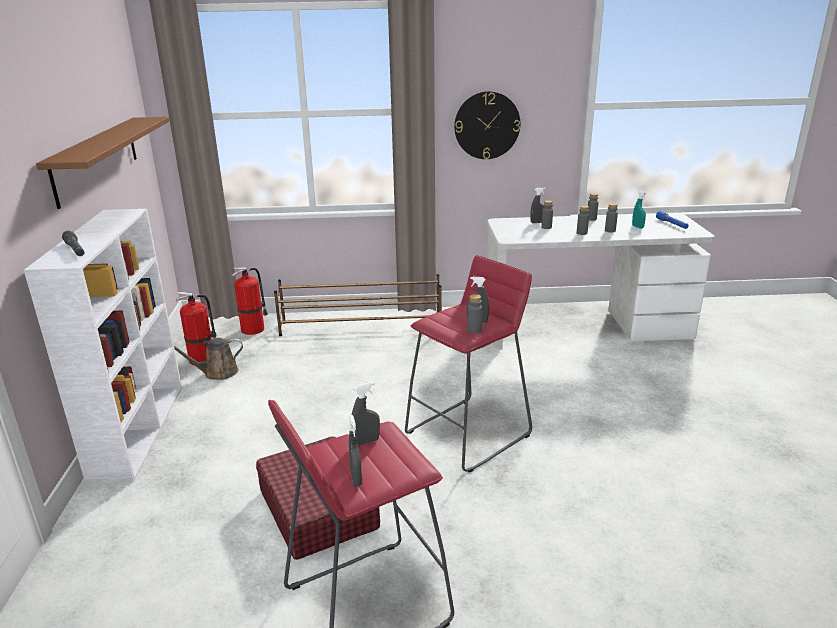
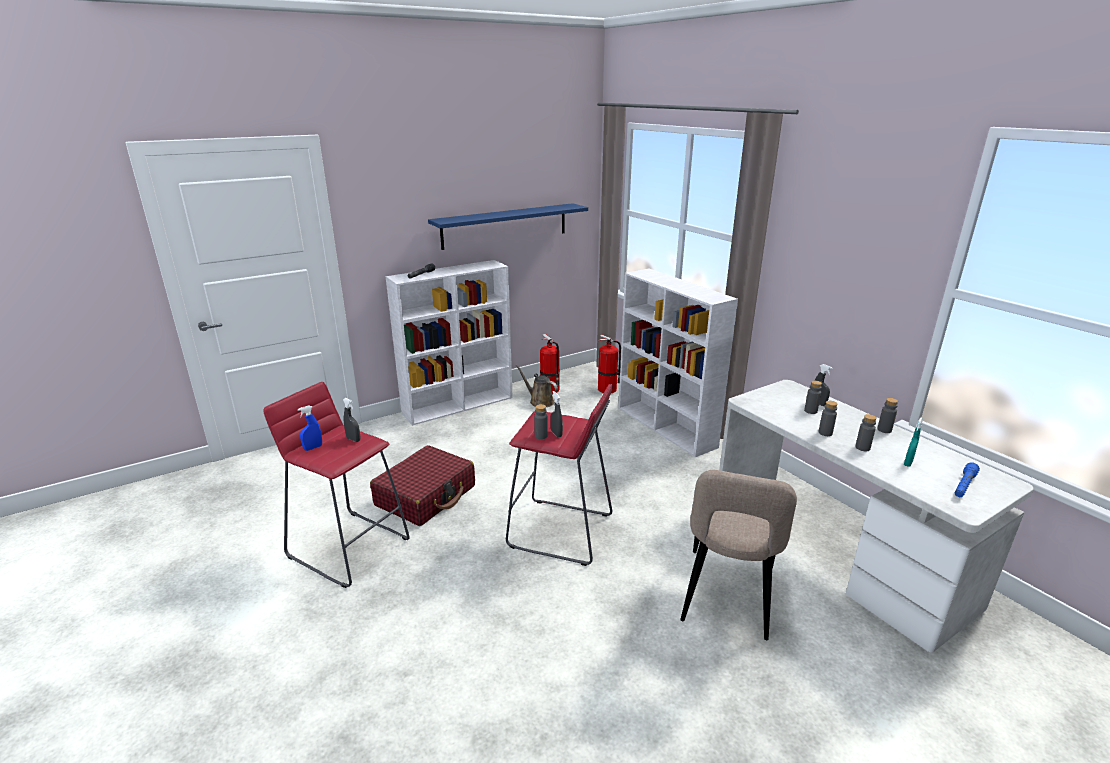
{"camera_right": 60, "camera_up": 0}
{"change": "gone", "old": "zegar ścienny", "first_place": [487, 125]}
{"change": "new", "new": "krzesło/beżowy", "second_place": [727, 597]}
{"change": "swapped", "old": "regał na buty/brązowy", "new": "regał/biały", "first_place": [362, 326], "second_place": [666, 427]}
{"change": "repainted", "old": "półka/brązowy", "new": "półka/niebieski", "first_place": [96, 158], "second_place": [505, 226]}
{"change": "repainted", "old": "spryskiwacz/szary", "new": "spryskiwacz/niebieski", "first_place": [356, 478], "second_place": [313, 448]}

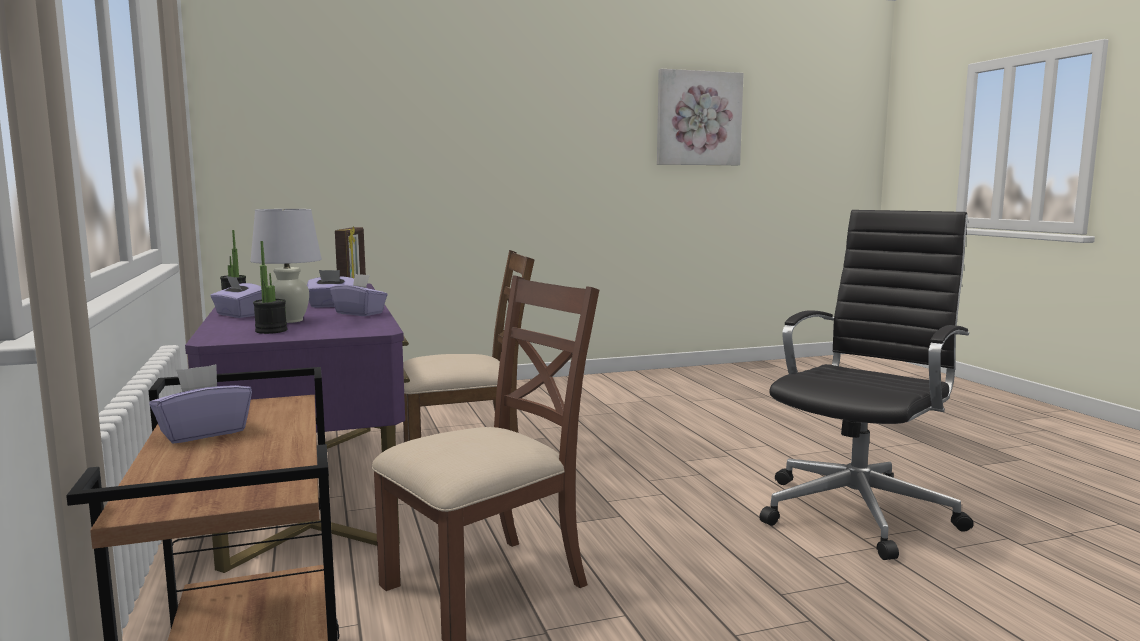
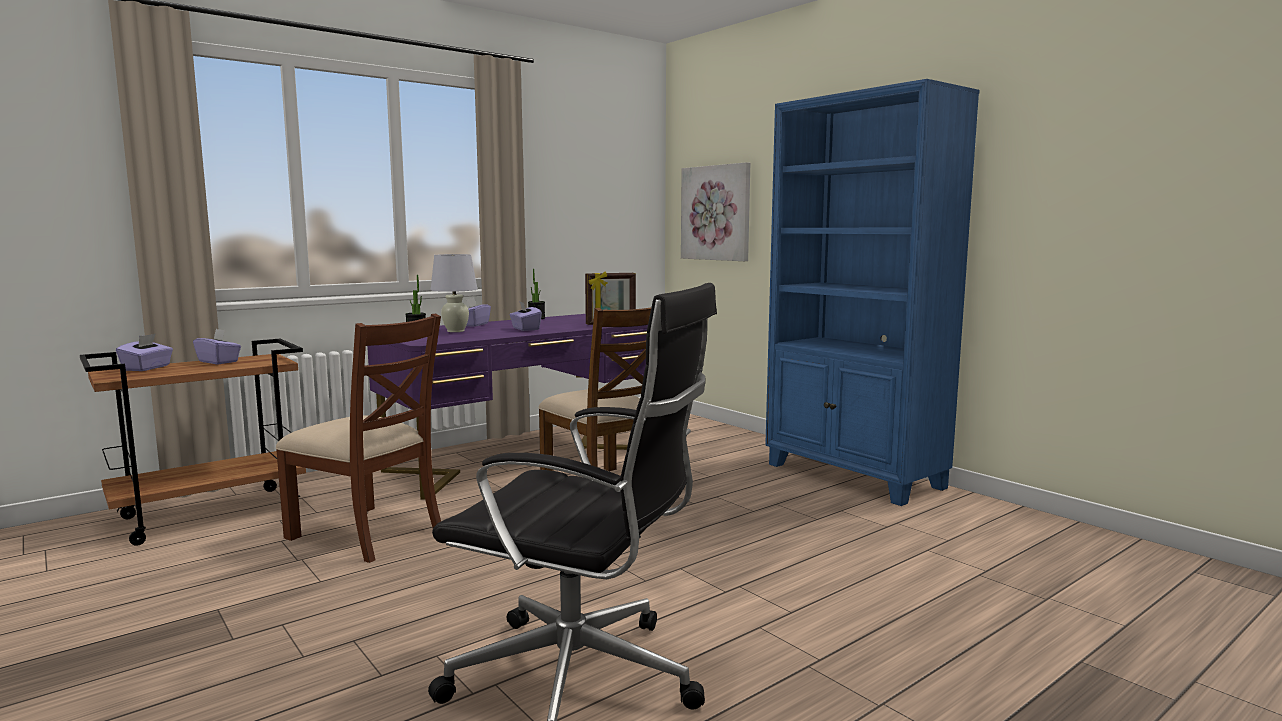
{"camera_right": 70, "camera_up": 0}
{"change": "new", "new": "regał/niebieski", "second_place": [854, 476]}
{"change": "shifted", "old": "pudełko chusteczek/fioletowy", "first_place": [360, 313], "second_place": [147, 368]}
{"change": "shifted", "old": "obraz", "first_place": [698, 118], "second_place": [716, 213]}

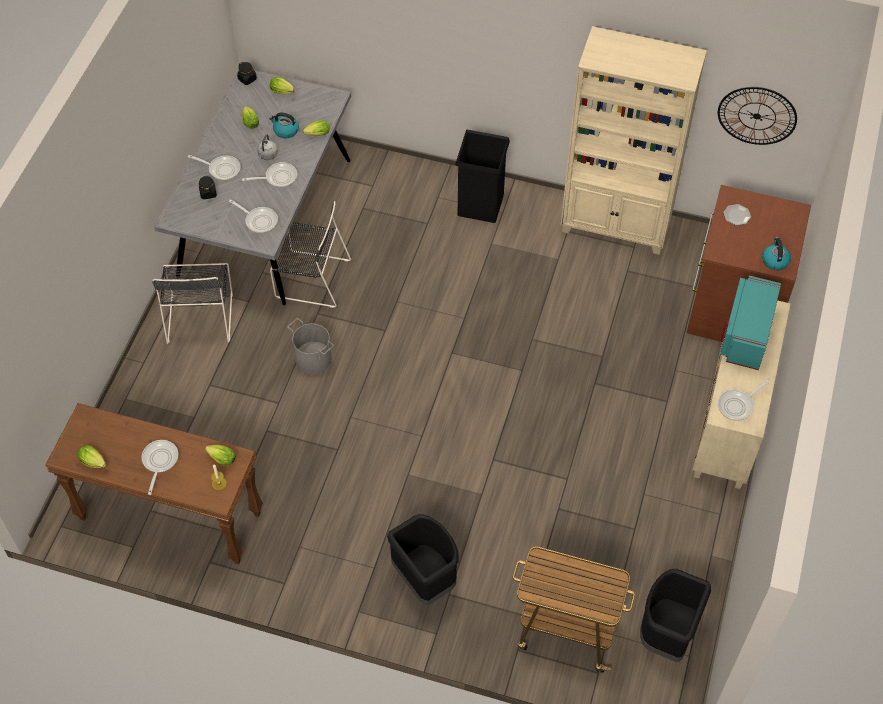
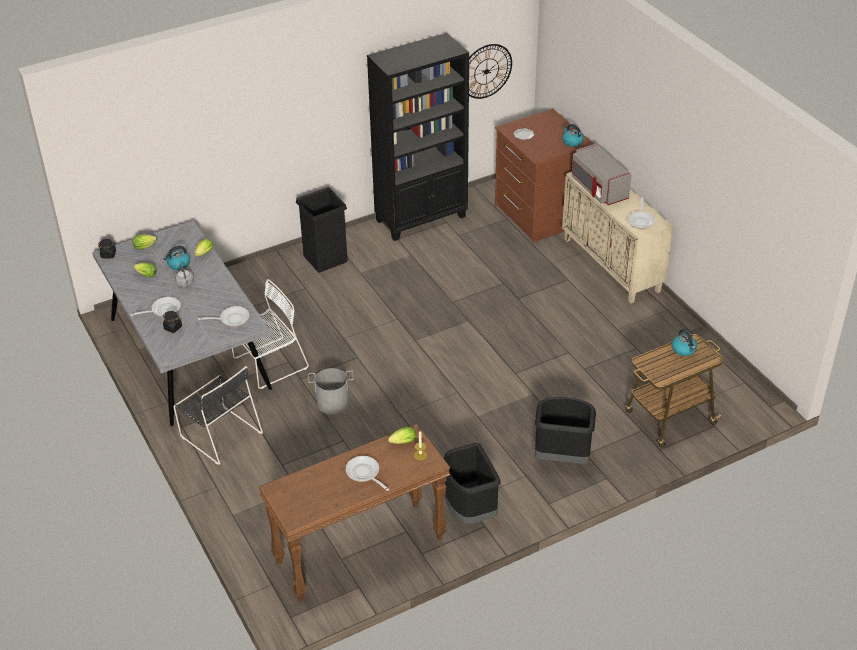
{"camera_right": -45, "camera_up": -15}
{"change": "gone", "old": "sałata", "first_place": [94, 462]}
{"change": "gone", "old": "patelnia", "first_place": [278, 177]}
{"change": "new", "new": "czajnik", "second_place": [684, 349]}
{"change": "shifted", "old": "kosz na śmieci/czarny", "first_place": [666, 633], "second_place": [469, 511]}
{"change": "repainted", "old": "krzesło/czarny", "new": "krzesło/biały", "first_place": [310, 278], "second_place": [268, 364]}
{"change": "repainted", "old": "regał/beżowy", "new": "regał/czarny", "first_place": [616, 226], "second_place": [422, 219]}
{"change": "repainted", "old": "mikrofalówka/turkusowy", "new": "mikrofalówka/szary", "first_place": [745, 334], "second_place": [598, 188]}

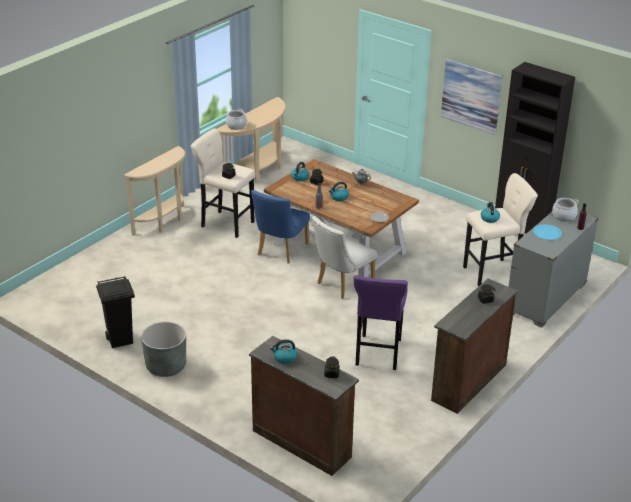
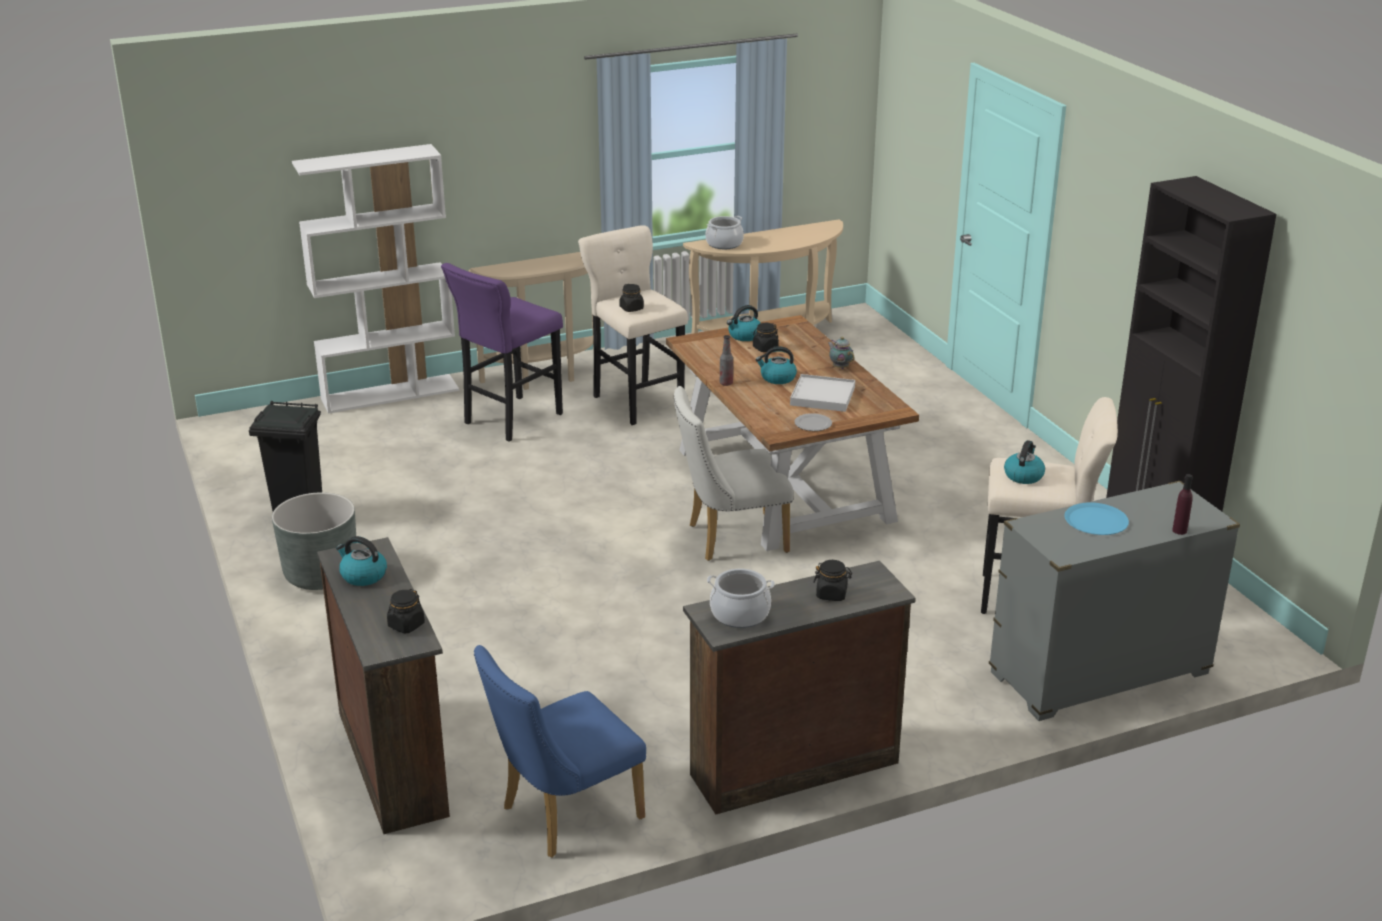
{"camera_right": 30, "camera_up": -5}
{"change": "gone", "old": "obraz", "first_place": [471, 96]}
{"change": "new", "new": "regał/biały", "second_place": [390, 393]}
{"change": "new", "new": "taca/biały", "second_place": [822, 396]}
{"change": "shifted", "old": "krzesło/niebieski", "first_place": [280, 251], "second_place": [563, 816]}
{"change": "shifted", "old": "stołek/fioletowy", "first_place": [378, 354], "second_place": [510, 420]}
{"change": "shifted", "old": "garnek", "first_place": [563, 216], "second_place": [740, 614]}

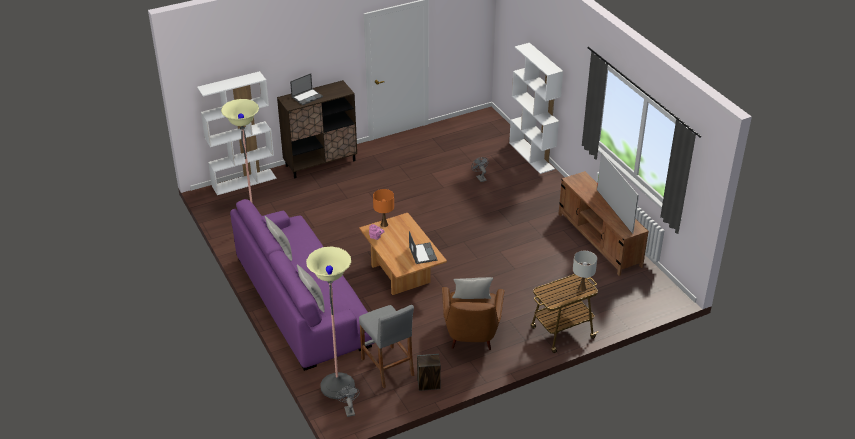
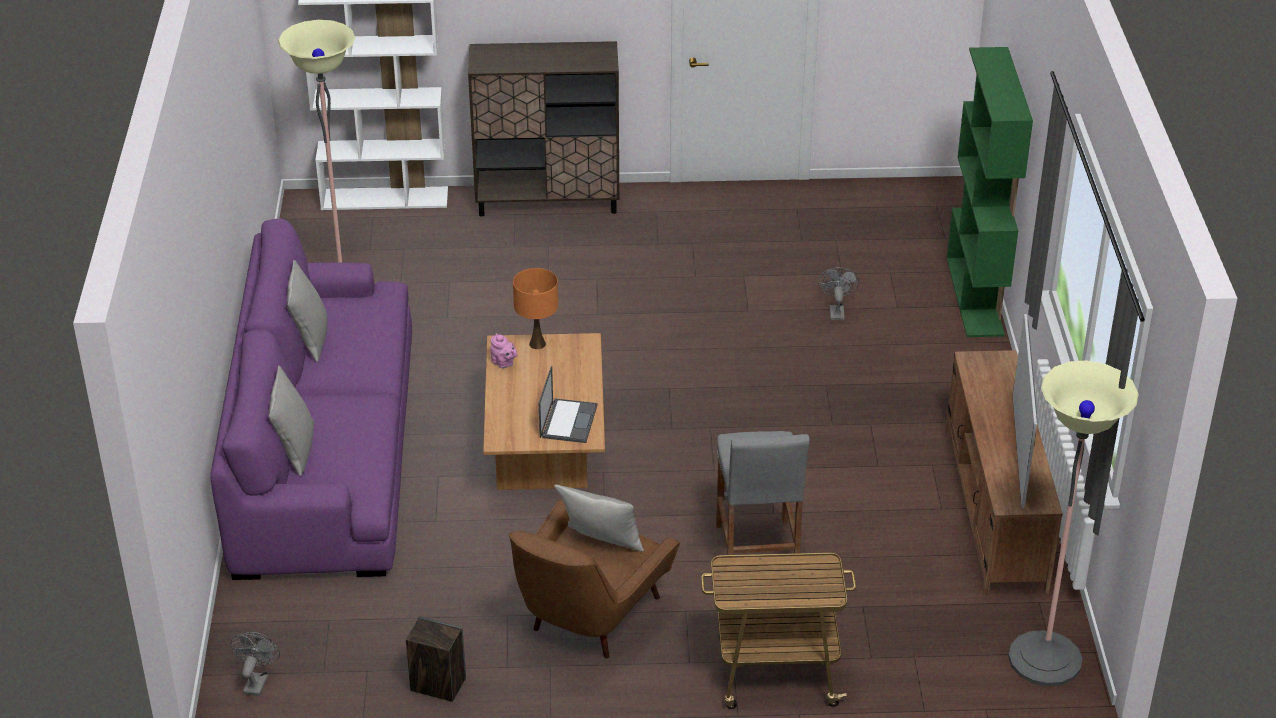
{"camera_right": 25, "camera_up": 0}
{"change": "gone", "old": "laptop", "first_place": [307, 97]}
{"change": "gone", "old": "lampa stołowa/biały", "first_place": [581, 288]}
{"change": "shifted", "old": "lampa stojąca", "first_place": [337, 386], "second_place": [1044, 659]}
{"change": "shifted", "old": "stołek/szary", "first_place": [387, 367], "second_place": [757, 554]}
{"change": "repainted", "old": "regał/biały", "new": "regał/zielony", "first_place": [532, 156], "second_place": [975, 296]}

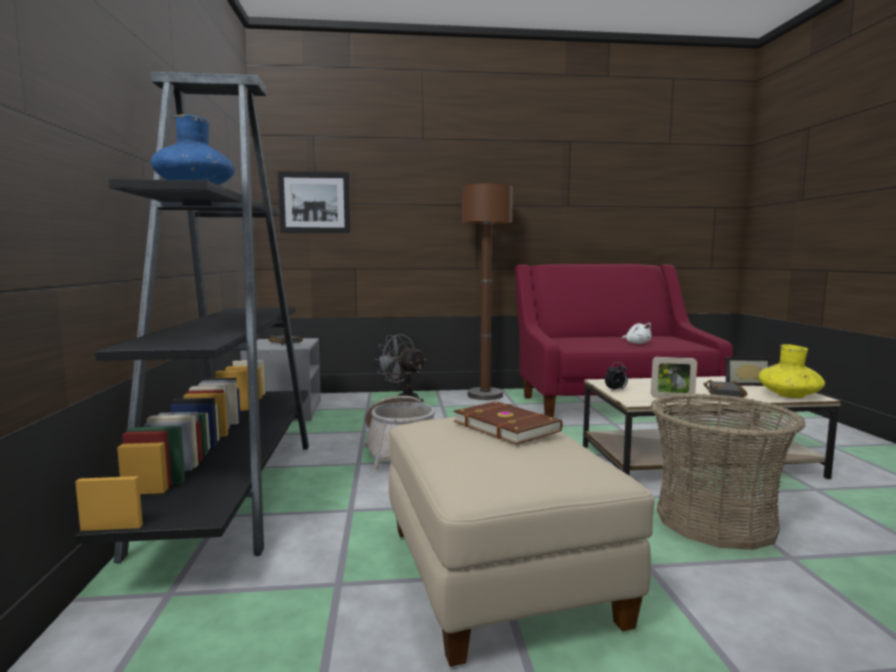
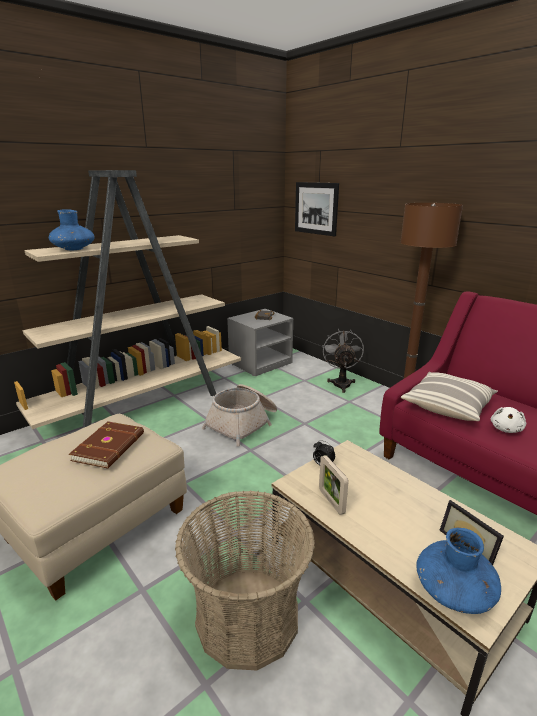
{"camera_right": 55, "camera_up": 15}
{"change": "gone", "old": "książka/czarny", "first_place": [726, 393]}
{"change": "new", "new": "poduszka", "second_place": [447, 406]}
{"change": "repainted", "old": "regał/czarny", "new": "regał/beżowy", "first_place": [234, 489], "second_place": [144, 404]}
{"change": "repainted", "old": "wazon/żółty", "new": "wazon/niebieski", "first_place": [789, 395], "second_place": [454, 591]}

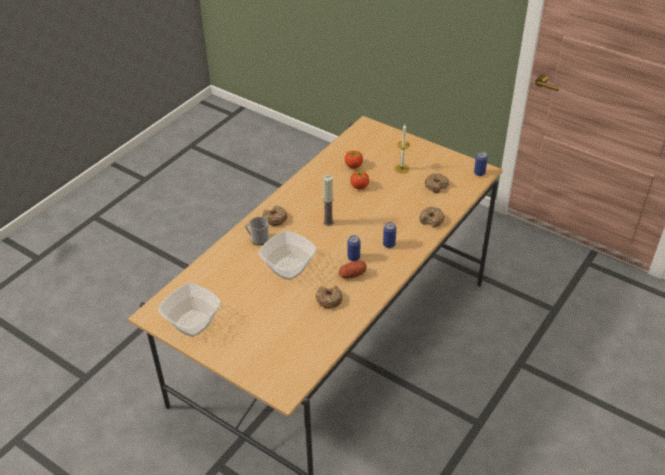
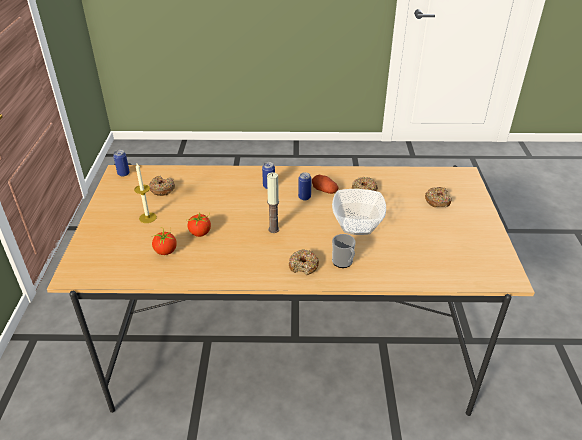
{"camera_right": -125, "camera_up": -5}
{"change": "gone", "old": "miska", "first_place": [194, 323]}
{"change": "shifted", "old": "donut", "first_place": [431, 220], "second_place": [437, 201]}

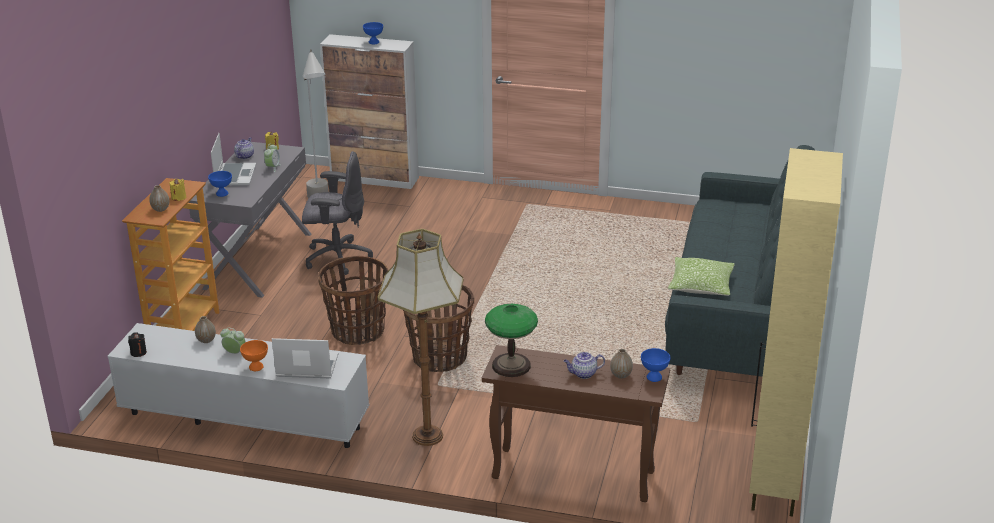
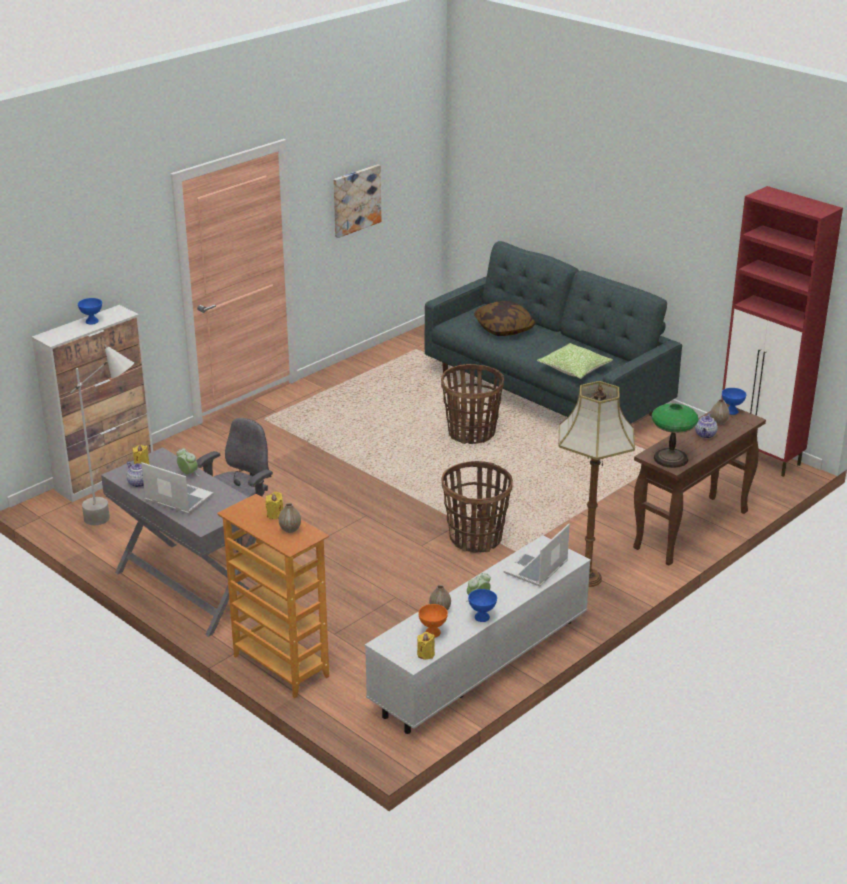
{"camera_right": -60, "camera_up": 0}
{"change": "new", "new": "obraz", "second_place": [356, 200]}
{"change": "new", "new": "poduszka", "second_place": [504, 328]}
{"change": "shifted", "old": "miska/niebieski", "first_place": [222, 193], "second_place": [481, 617]}
{"change": "shifted", "old": "miska/pomarańczowy", "first_place": [256, 367], "second_place": [433, 632]}
{"change": "shifted", "old": "koszyk", "first_place": [357, 332], "second_place": [471, 433]}
{"change": "repainted", "old": "świeca/czarny", "new": "świeca/żółty", "first_place": [138, 352], "second_place": [426, 654]}
{"change": "repainted", "old": "szafka/beżowy", "new": "szafka/czerwony", "first_place": [774, 483], "second_place": [760, 457]}

